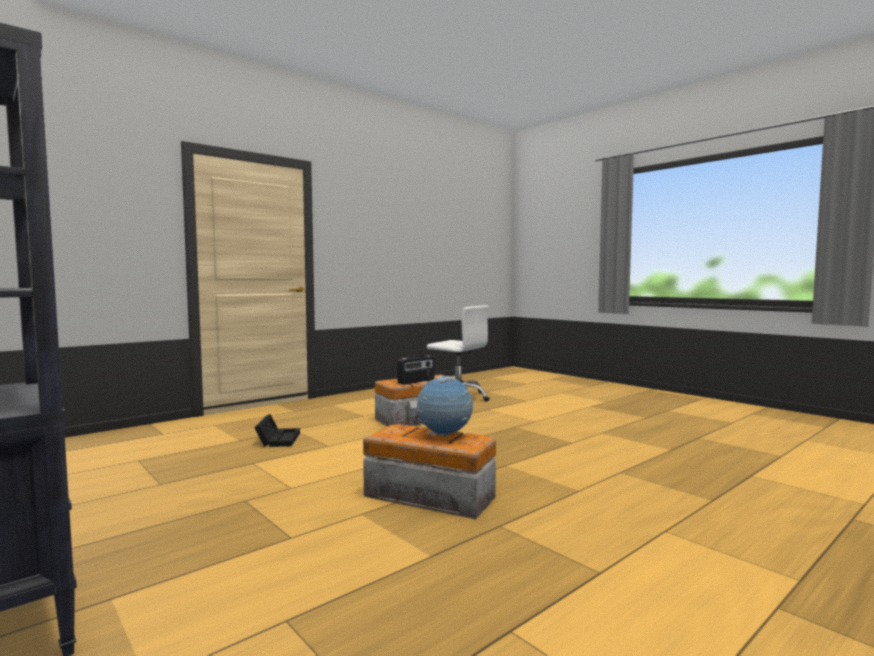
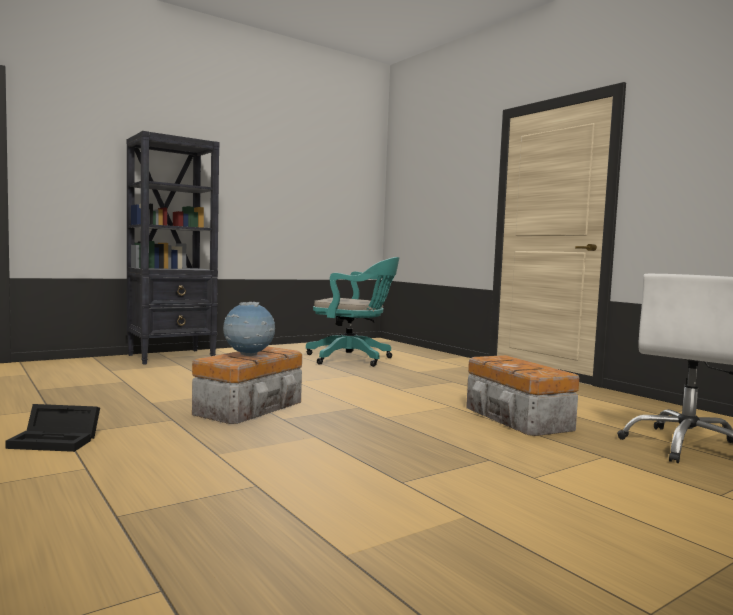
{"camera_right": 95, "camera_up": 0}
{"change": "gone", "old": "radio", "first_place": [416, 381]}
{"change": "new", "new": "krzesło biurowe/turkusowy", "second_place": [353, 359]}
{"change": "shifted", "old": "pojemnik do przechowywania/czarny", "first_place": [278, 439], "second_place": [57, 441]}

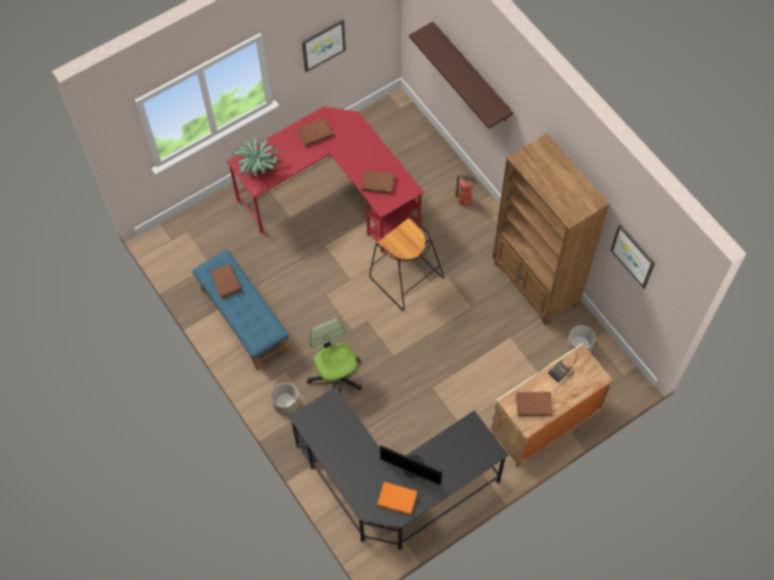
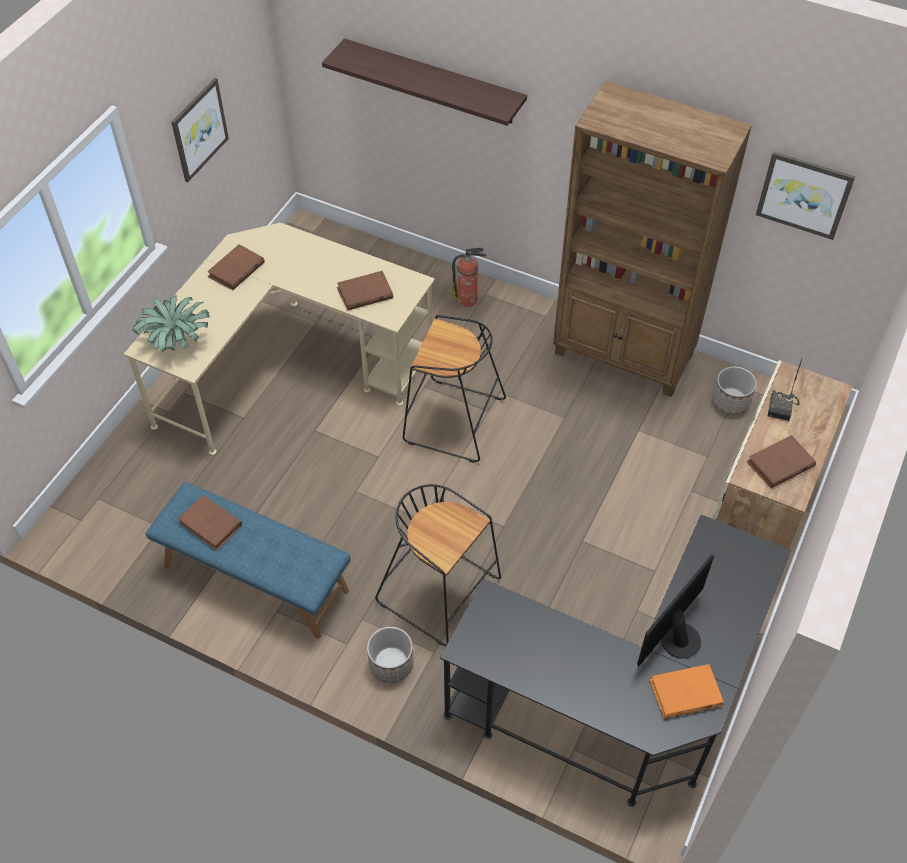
{"camera_right": -30, "camera_up": -10}
{"change": "swapped", "old": "krzesło biurowe", "new": "stołek/czarny", "first_place": [336, 377], "second_place": [441, 591]}
{"change": "repainted", "old": "biurko/czerwony", "new": "biurko/beżowy", "first_place": [332, 196], "second_place": [288, 366]}
{"change": "rotated", "old": "monitor", "first_place": [412, 469], "second_place": [676, 638], "degrees": 135}

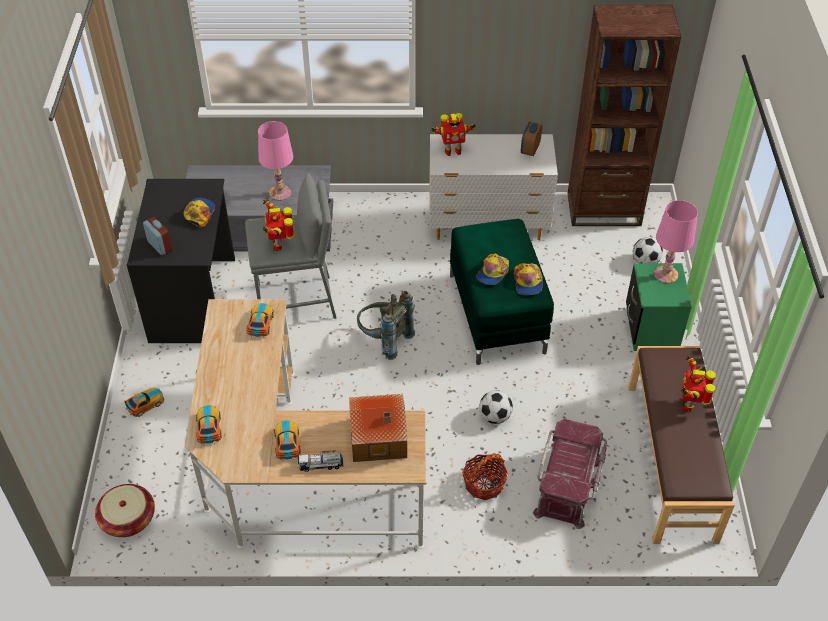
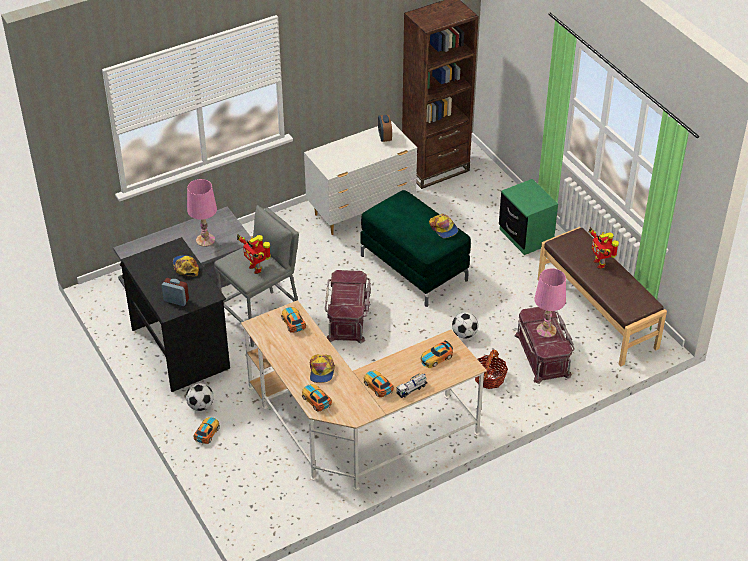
{"camera_right": -30, "camera_up": -5}
{"change": "gone", "old": "koszyk", "first_place": [128, 519]}
{"change": "gone", "old": "robot zabawkowy", "first_place": [452, 151]}
{"change": "shifted", "old": "czapka z daszkiem", "first_place": [492, 272], "second_place": [321, 371]}
{"change": "shifted", "old": "piłka futbolowa", "first_place": [645, 262], "second_place": [200, 406]}
{"change": "shifted", "old": "lampa stołowa/różowy", "first_place": [665, 274], "second_place": [546, 330]}
{"change": "swapped", "old": "domek", "new": "samochodzik", "first_place": [379, 438], "second_place": [436, 357]}
{"change": "swapped", "old": "plecak/szary", "new": "pojemnik do przechowywania/czerwony", "first_place": [384, 340], "second_place": [348, 317]}

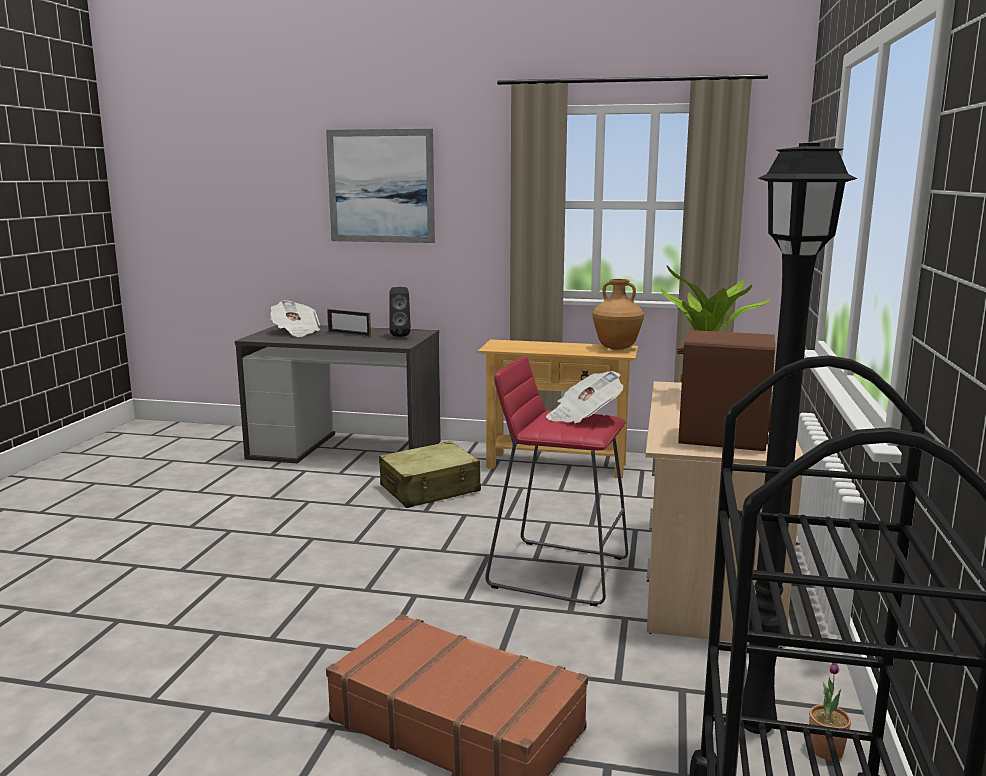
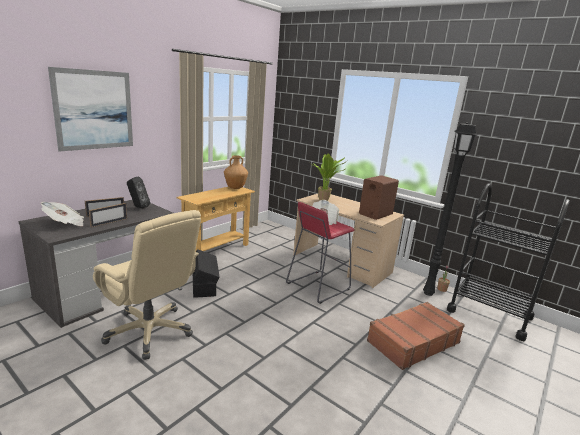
{"camera_right": -65, "camera_up": 5}
{"change": "new", "new": "ramka na zdjęcie", "second_place": [109, 222]}
{"change": "new", "new": "krzesło biurowe/beżowy", "second_place": [150, 331]}
{"change": "swapped", "old": "walizka/beżowy", "new": "pojemnik do przechowywania/czarny", "first_place": [430, 489], "second_place": [204, 284]}

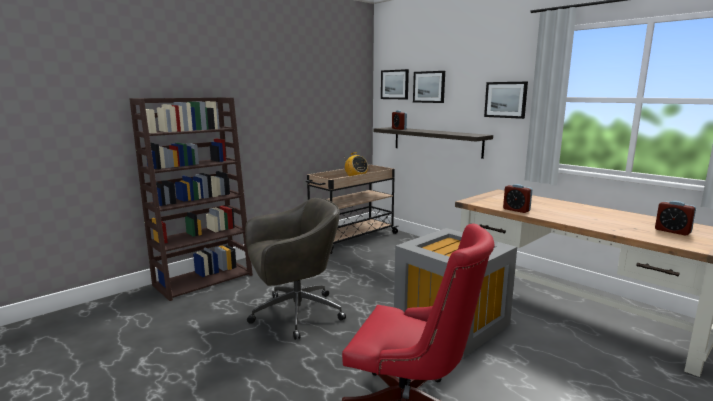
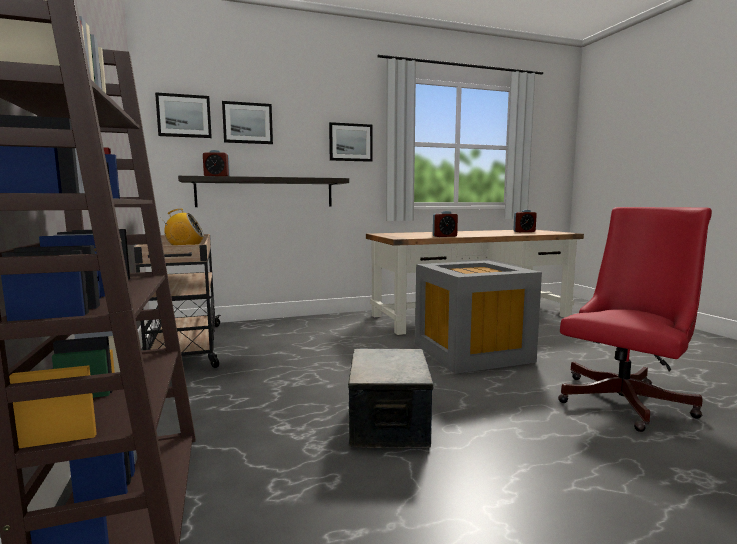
{"camera_right": -65, "camera_up": -5}
{"change": "swapped", "old": "krzesło biurowe/szary", "new": "pojemnik do przechowywania", "first_place": [294, 314], "second_place": [389, 423]}

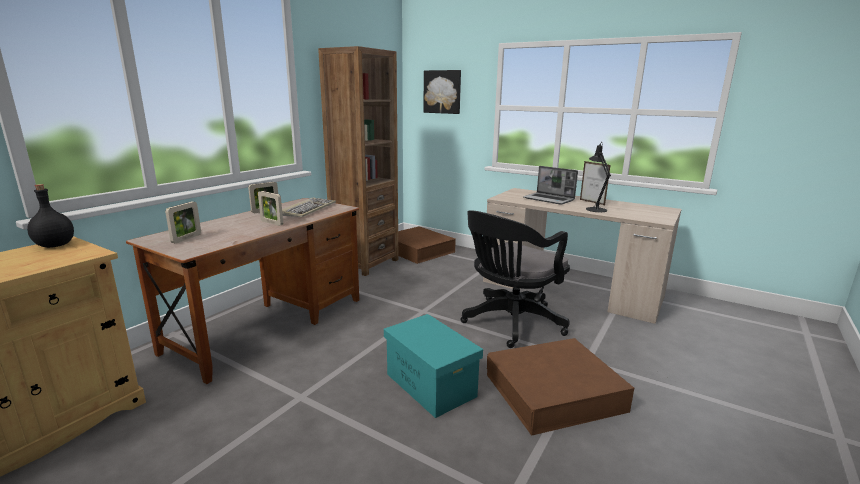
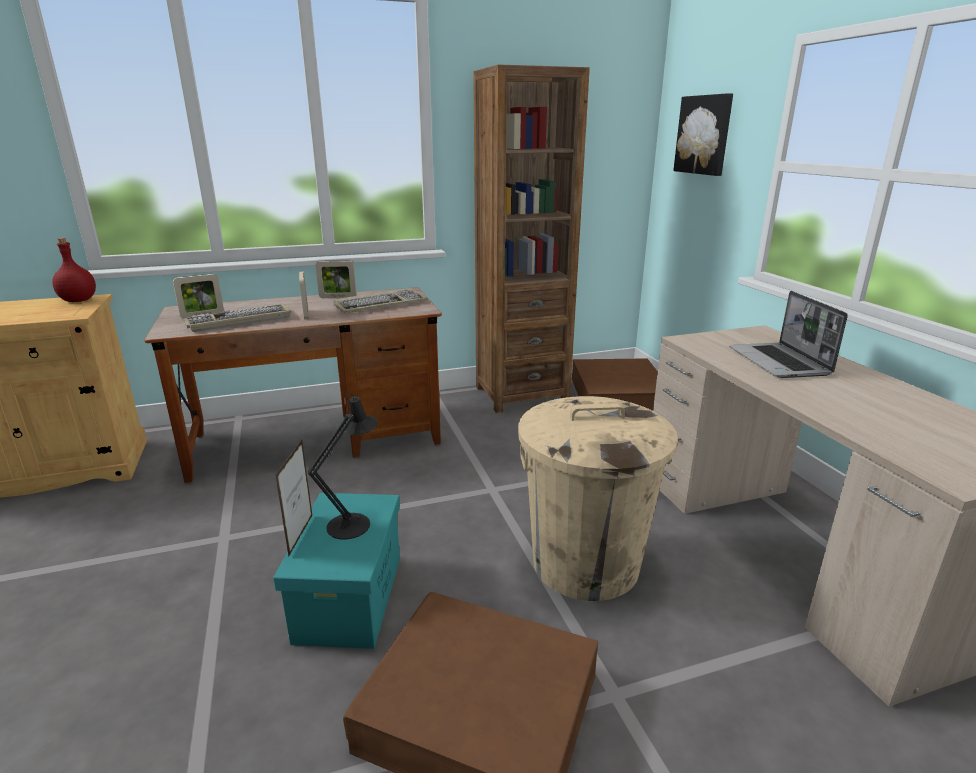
{"camera_right": 40, "camera_up": 5}
{"change": "new", "new": "klawiatura", "second_place": [238, 321]}
{"change": "shifted", "old": "ramka na zdjęcie", "first_place": [592, 202], "second_place": [301, 535]}
{"change": "shifted", "old": "lampa stołowa/czarny", "first_place": [595, 209], "second_place": [353, 522]}
{"change": "swapped", "old": "krzesło biurowe/czarny", "new": "kosz na śmieci/beżowy", "first_place": [510, 323], "second_place": [585, 563]}
{"change": "repainted", "old": "butelka/czarny", "new": "butelka/czerwony", "first_place": [54, 245], "second_place": [78, 300]}

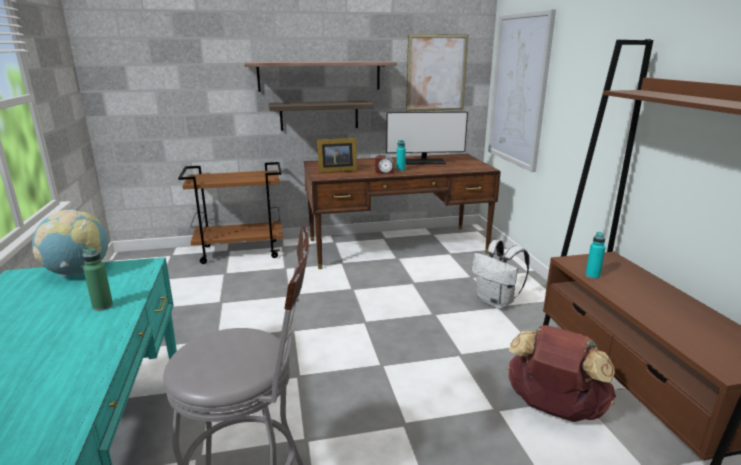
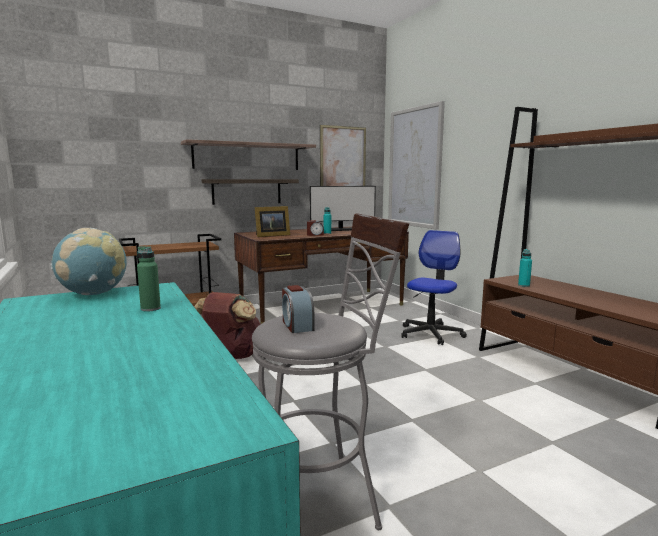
{"camera_right": -15, "camera_up": -10}
{"change": "new", "new": "budzik", "second_place": [297, 325]}
{"change": "shifted", "old": "plecak/brązowy", "first_place": [553, 409], "second_place": [232, 356]}
{"change": "swapped", "old": "plecak/biały", "new": "krzesło biurowe", "first_place": [496, 302], "second_place": [430, 334]}

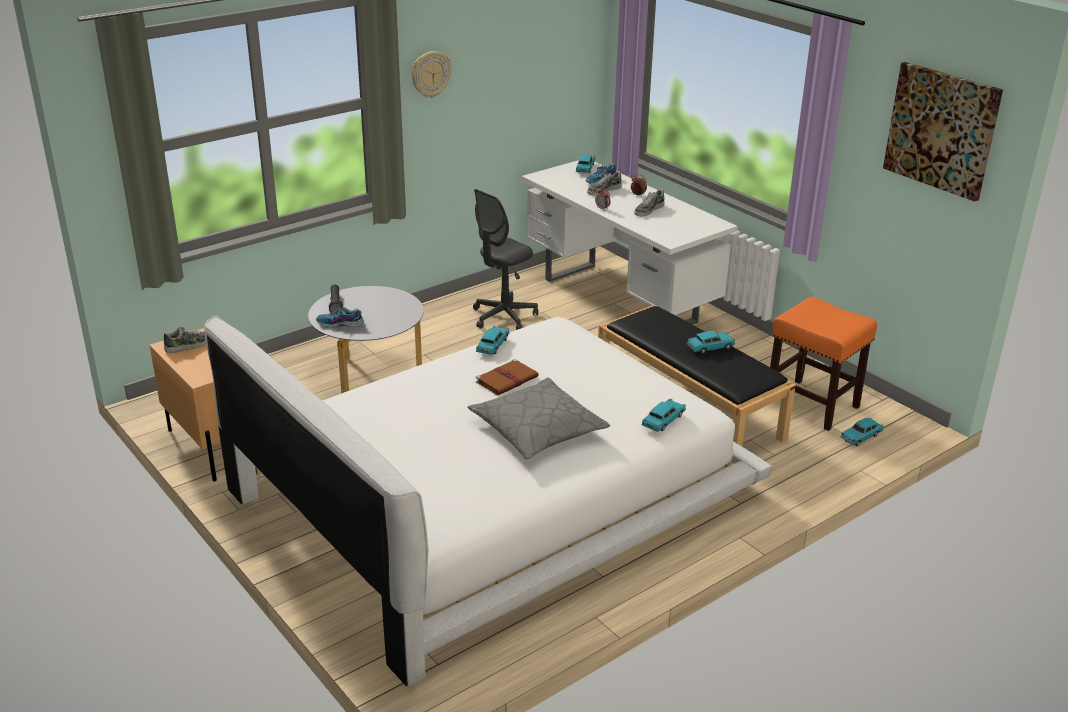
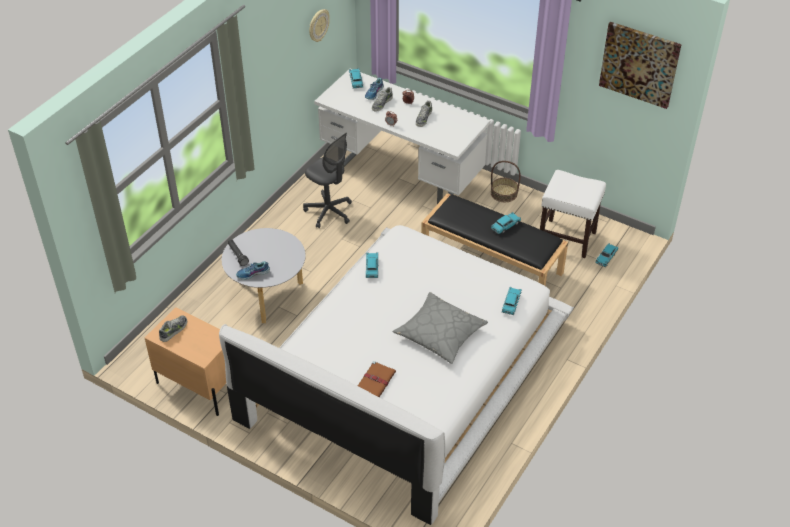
{"camera_right": -20, "camera_up": 15}
{"change": "new", "new": "koszyk", "second_place": [504, 193]}
{"change": "shifted", "old": "zegar ścienny", "first_place": [430, 74], "second_place": [318, 25]}
{"change": "shifted", "old": "książka/brązowy", "first_place": [507, 379], "second_place": [376, 381]}
{"change": "repainted", "old": "stołek/pomarańczowy", "new": "stołek/biały", "first_place": [813, 405], "second_place": [567, 238]}
{"change": "rotated", "old": "krzesło biurowe/szary", "first_place": [503, 317], "second_place": [329, 212], "degrees": -75}

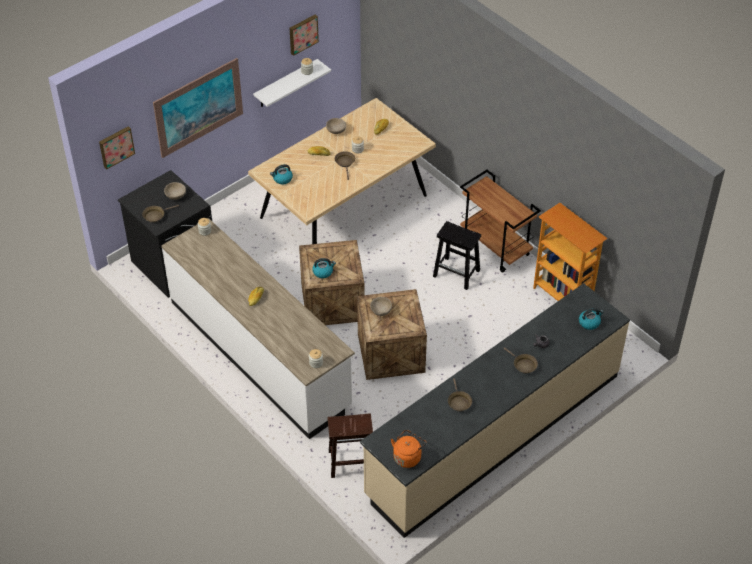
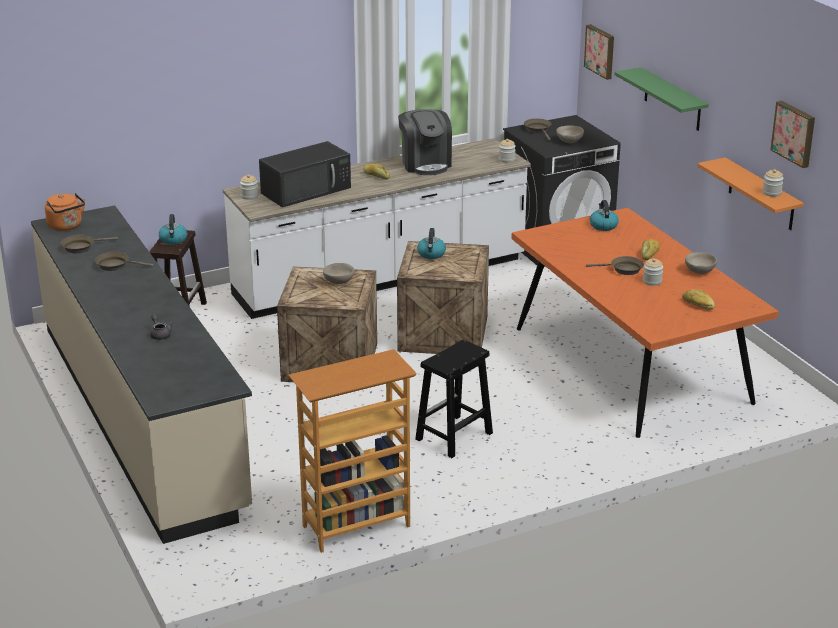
{"camera_right": 105, "camera_up": -20}
{"change": "gone", "old": "wózek/brązowy", "first_place": [496, 247]}
{"change": "new", "new": "mikrofalówka/czarny", "second_place": [307, 190]}
{"change": "new", "new": "ekspres do kawy", "second_place": [425, 164]}
{"change": "shifted", "old": "patelnia/brązowy", "first_place": [523, 365], "second_place": [81, 247]}
{"change": "shifted", "old": "czajnik", "first_place": [589, 322], "second_place": [173, 240]}
{"change": "swapped", "old": "obraz", "new": "półka/zielony", "first_place": [199, 107], "second_place": [672, 100]}
{"change": "repainted", "old": "stół jadalny/beżowy", "new": "stół jadalny/pomarańczowy", "first_place": [344, 206], "second_place": [632, 365]}
{"change": "repainted", "old": "półka/biały", "new": "półka/pomarańczowy", "first_place": [286, 84], "second_place": [761, 195]}

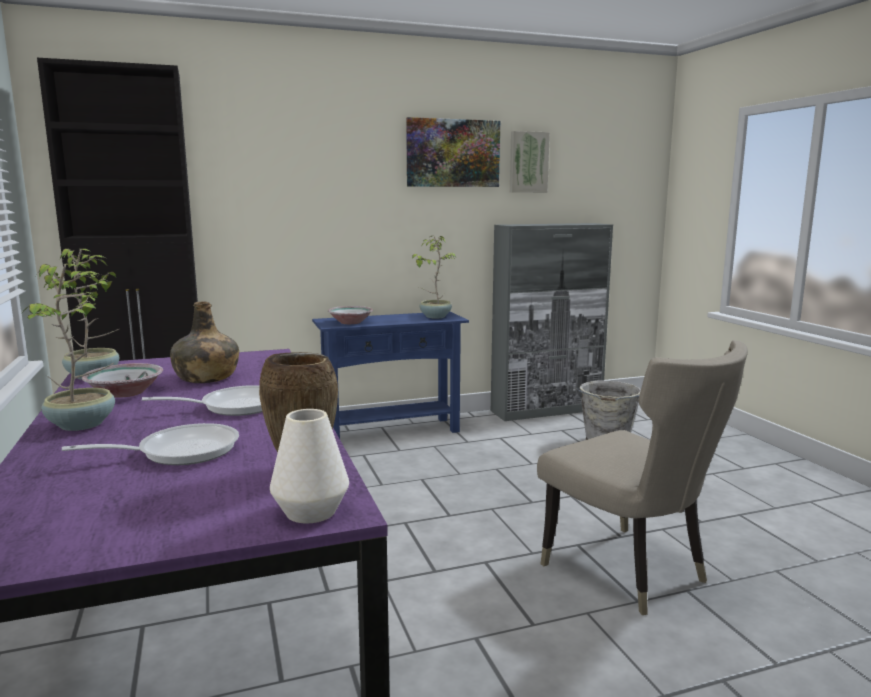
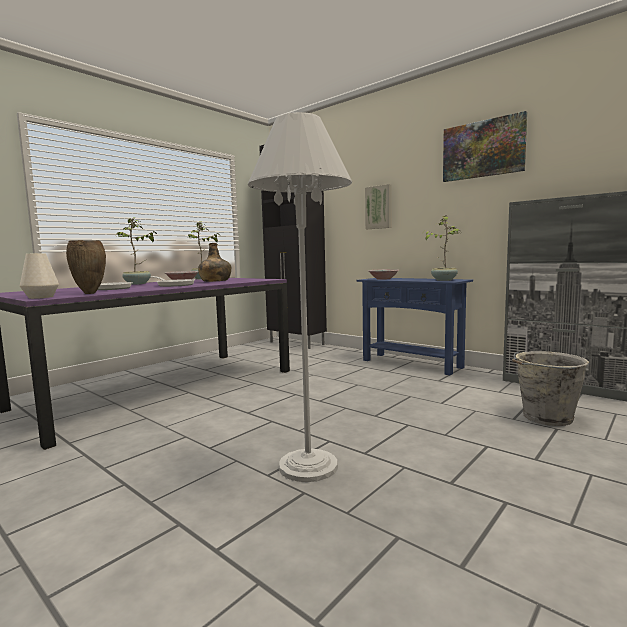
{"camera_right": 60, "camera_up": -5}
{"change": "shifted", "old": "obraz", "first_place": [528, 162], "second_place": [379, 207]}
{"change": "swapped", "old": "krzesło/beżowy", "new": "lampa stojąca/biały", "first_place": [631, 573], "second_place": [308, 466]}

